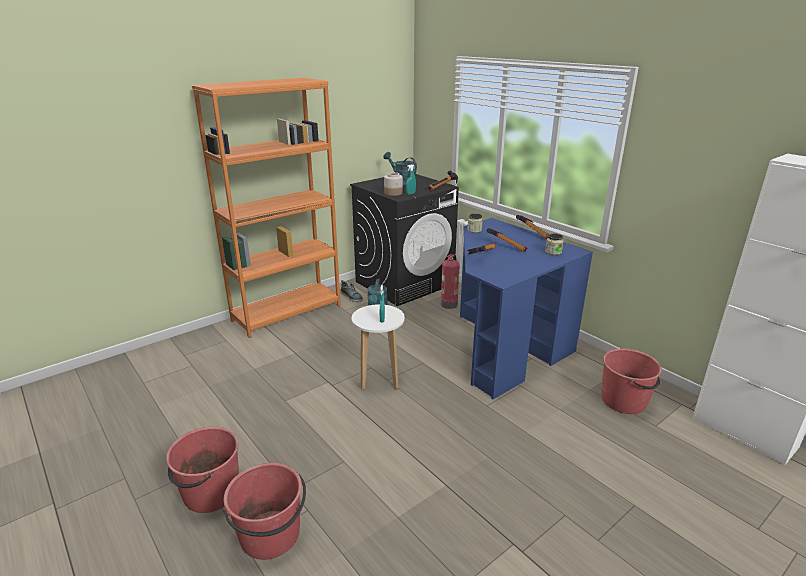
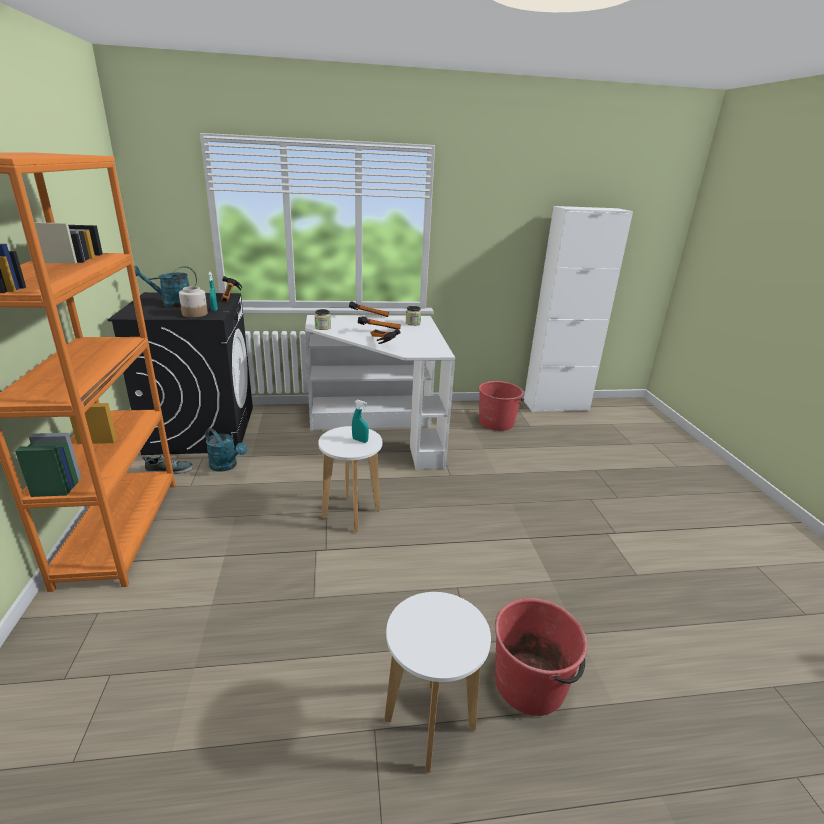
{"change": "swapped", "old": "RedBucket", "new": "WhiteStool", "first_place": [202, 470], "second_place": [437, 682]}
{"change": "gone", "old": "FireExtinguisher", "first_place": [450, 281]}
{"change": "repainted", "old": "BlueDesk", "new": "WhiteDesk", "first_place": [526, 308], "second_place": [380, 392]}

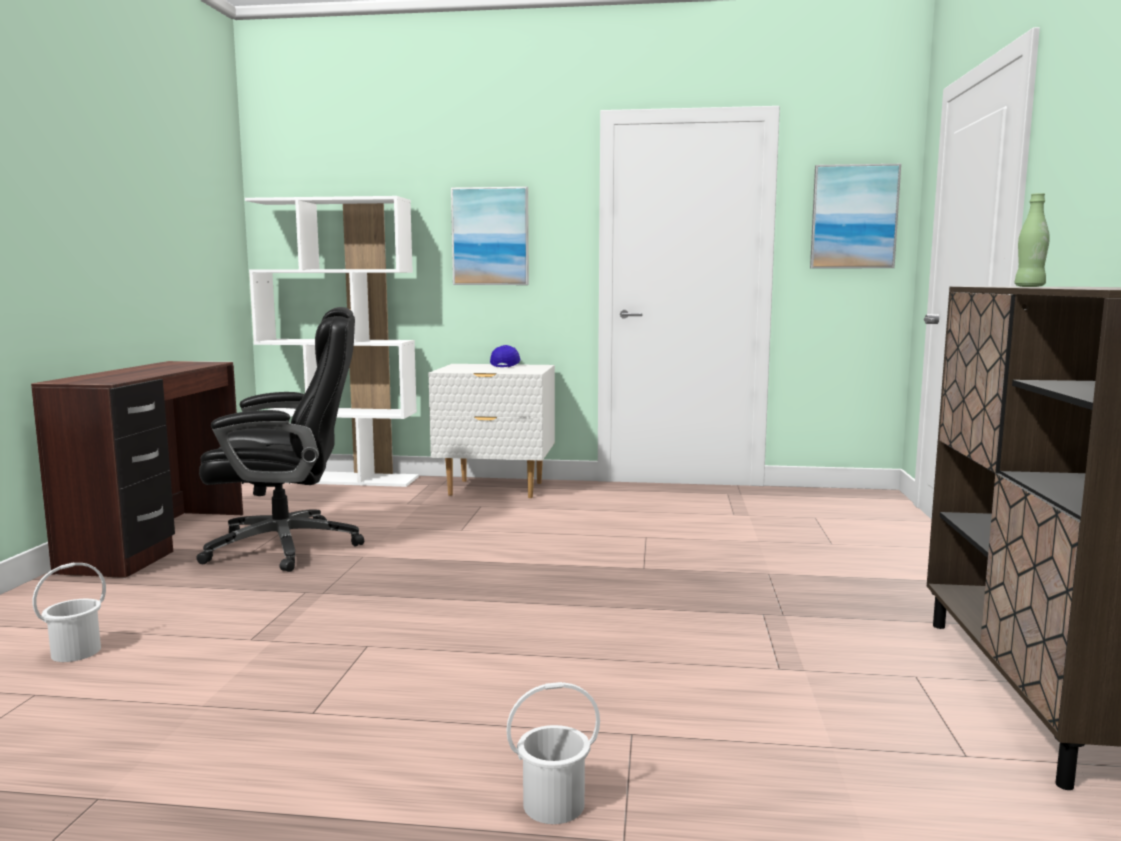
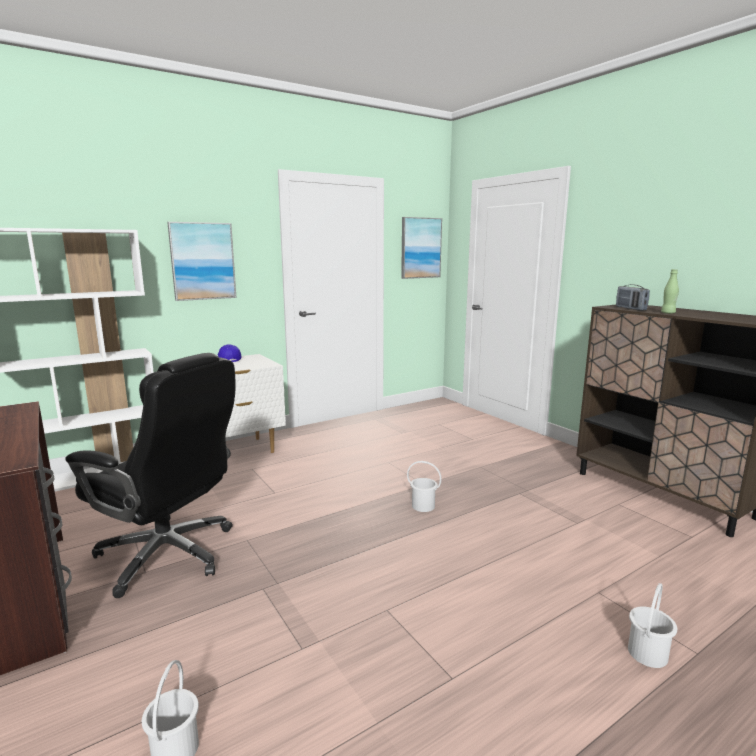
{"change": "rotated", "old": "BlackOfficeChair", "first_place": [280, 439], "second_place": [150, 475], "degrees": 75}
{"change": "new", "new": "WhiteBucket", "second_place": [424, 486]}
{"change": "new", "new": "Radio", "second_place": [633, 298]}

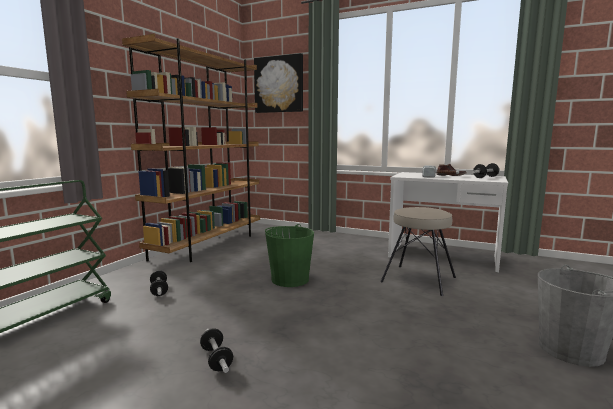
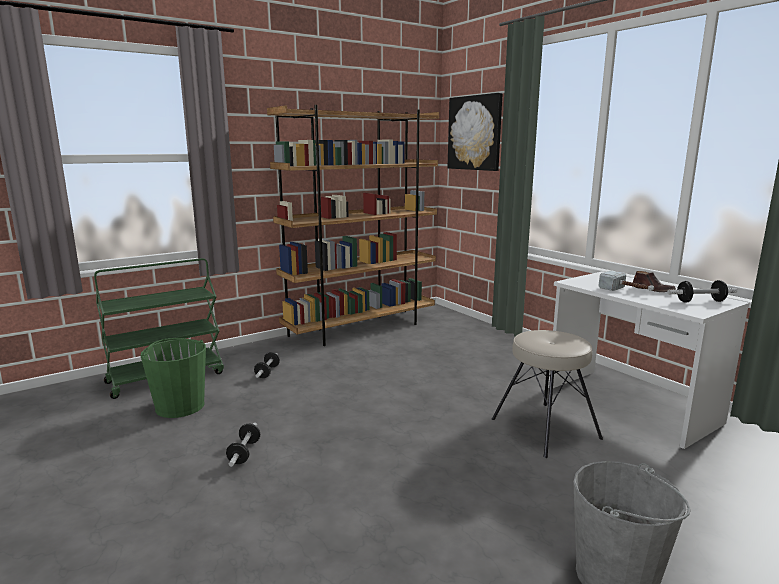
{"change": "shifted", "old": "GreenBucket", "first_place": [289, 255], "second_place": [173, 378]}

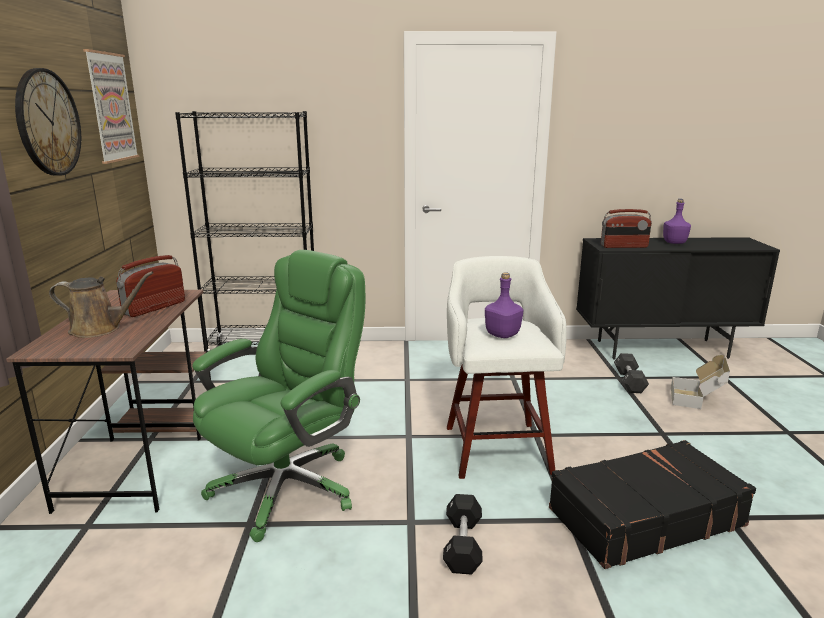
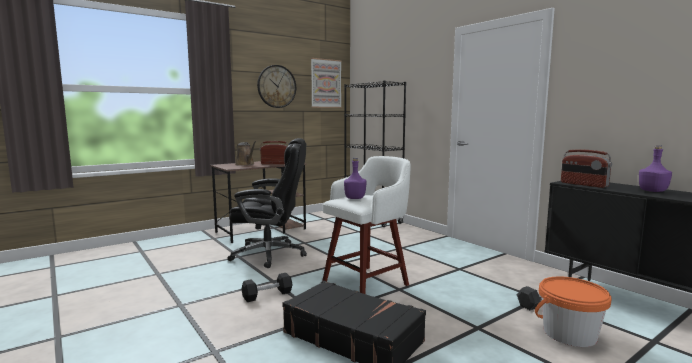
{"change": "repainted", "old": "GreenOfficeChair", "new": "BlackOfficeChair", "first_place": [278, 396], "second_place": [267, 203]}
{"change": "swapped", "old": "CardboardBox", "new": "OrangeBucket", "first_place": [700, 382], "second_place": [573, 312]}

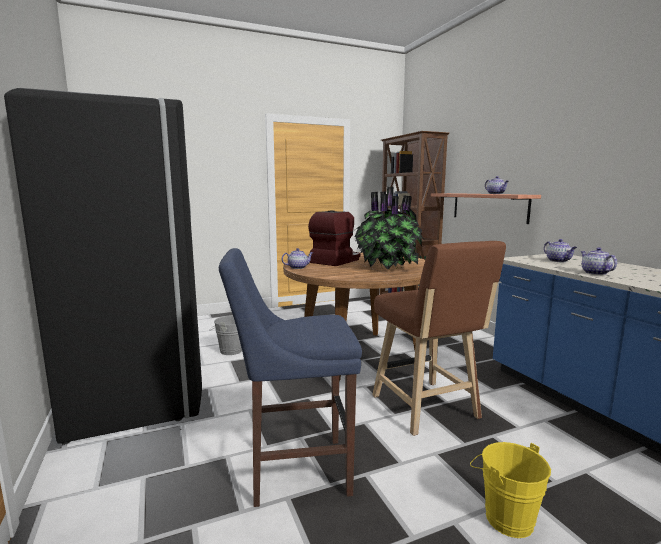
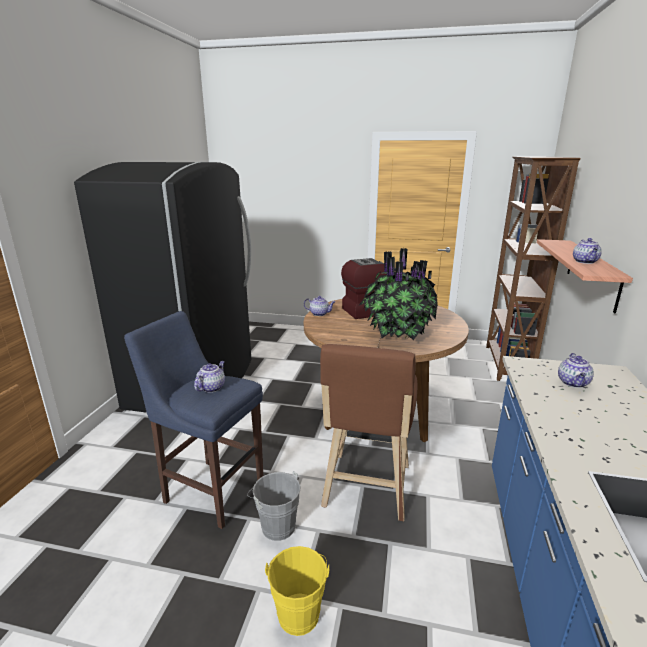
{"change": "shifted", "old": "GreyBucket", "first_place": [225, 335], "second_place": [274, 506]}
{"change": "shifted", "old": "Teapot", "first_place": [598, 261], "second_place": [209, 377]}

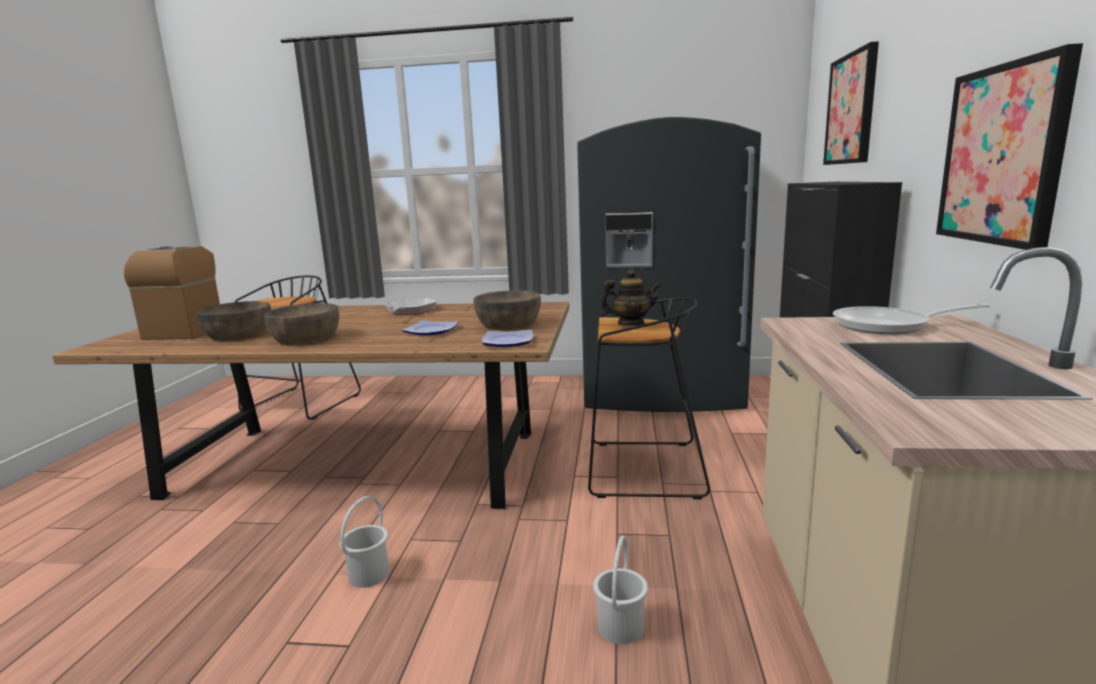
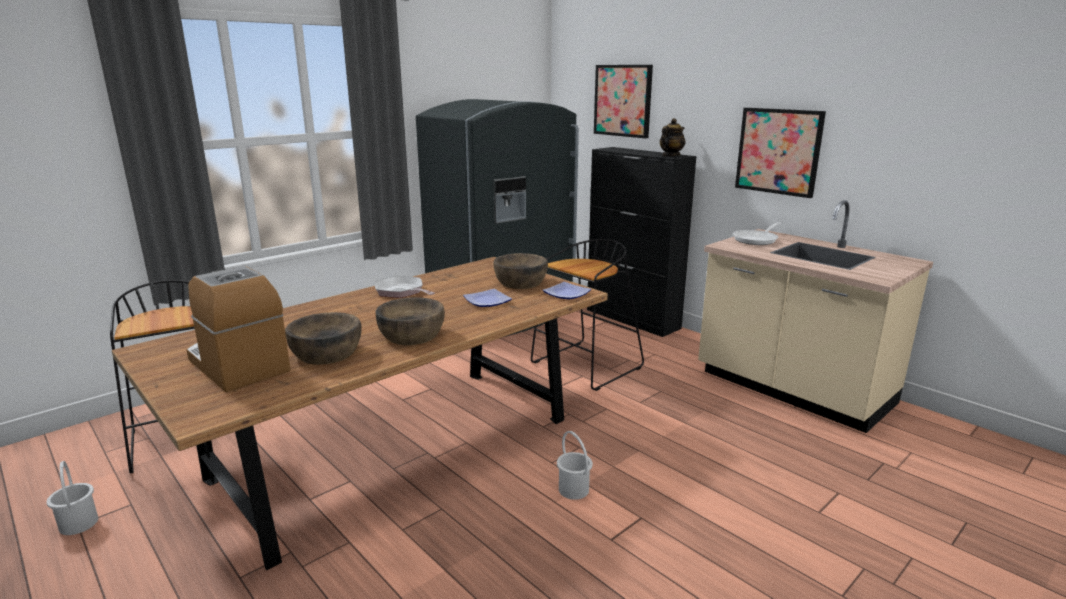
{"change": "shifted", "old": "WhiteBucket", "first_place": [620, 590], "second_place": [72, 498]}
{"change": "shifted", "old": "Teapot", "first_place": [630, 297], "second_place": [672, 137]}

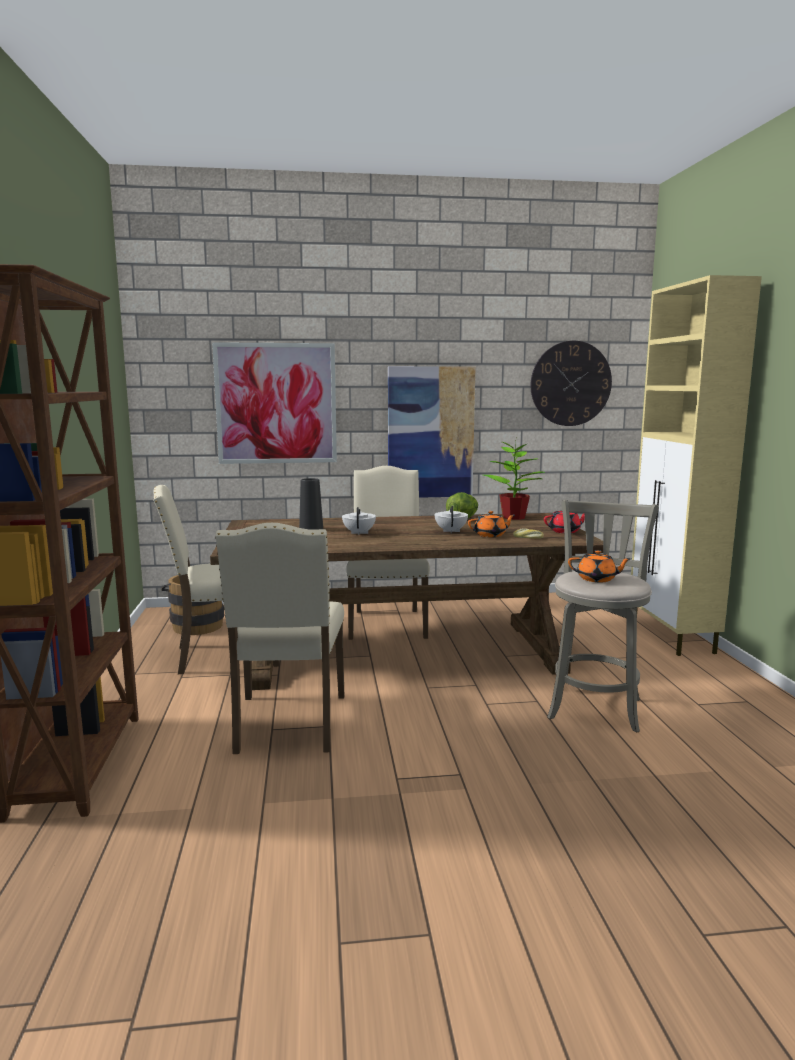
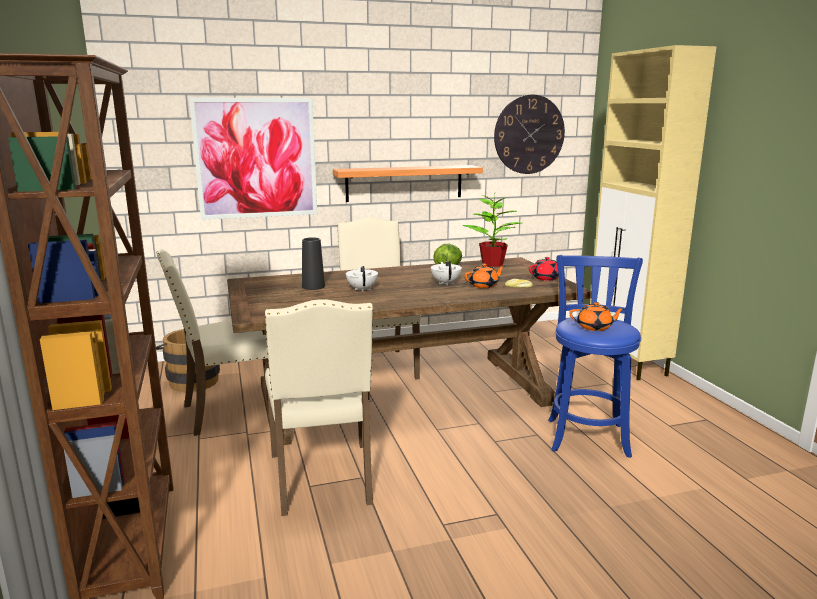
{"change": "swapped", "old": "Picture", "new": "Shelf", "first_place": [431, 432], "second_place": [408, 183]}
{"change": "repainted", "old": "GreyStool", "new": "BlueStool", "first_place": [603, 616], "second_place": [595, 356]}

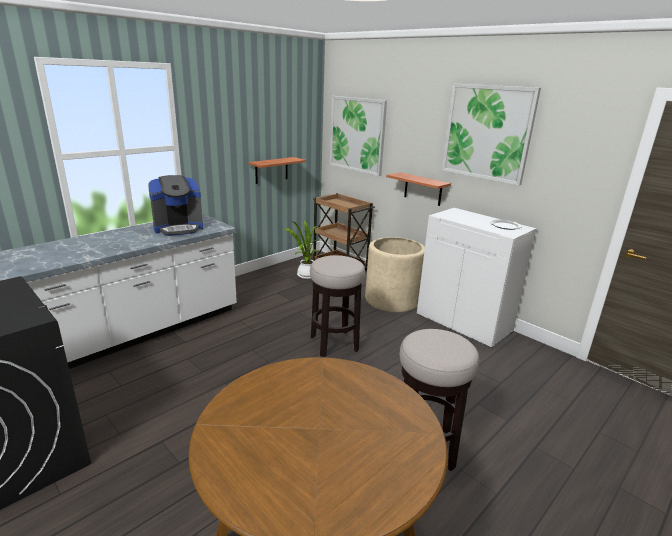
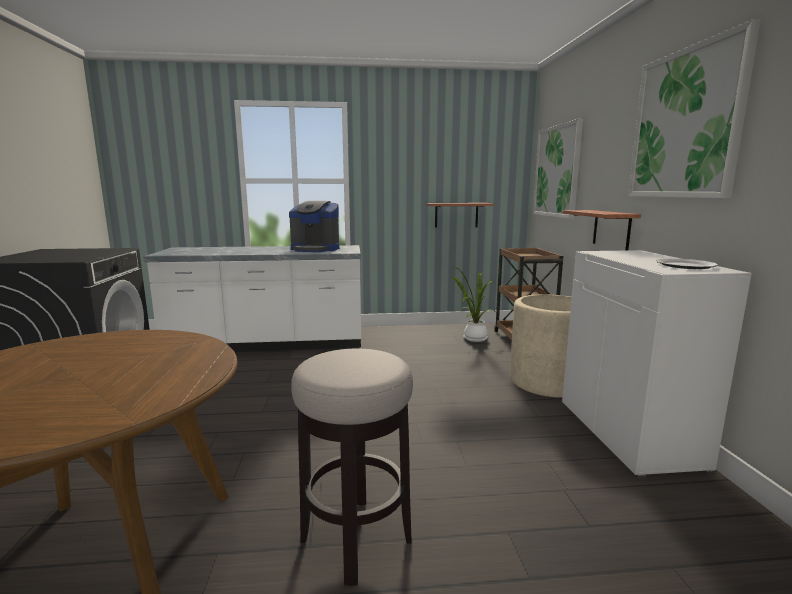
{"change": "gone", "old": "Stool", "first_place": [337, 306]}

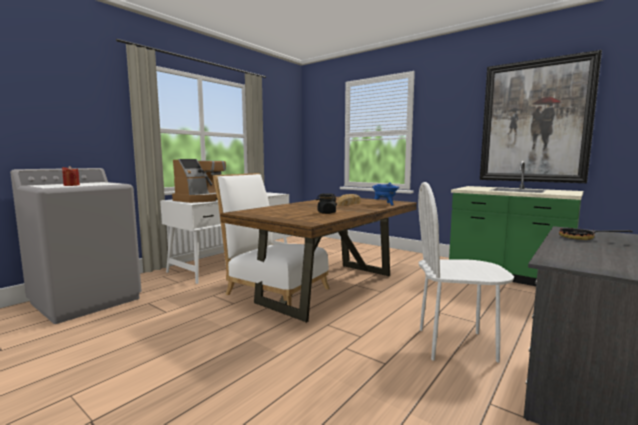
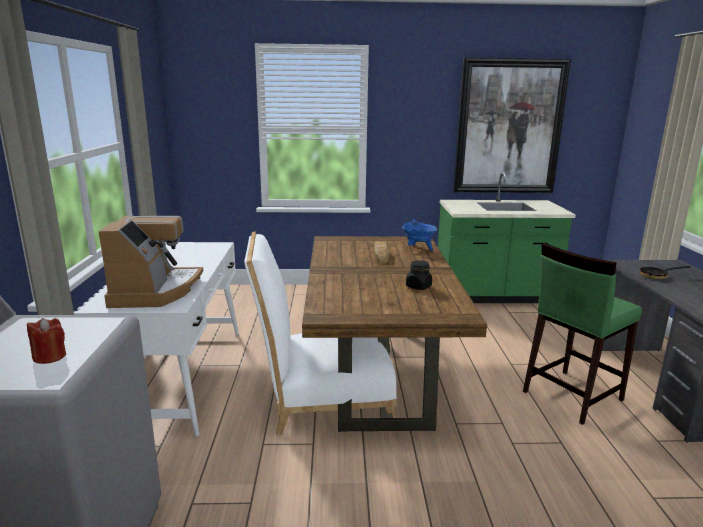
{"change": "swapped", "old": "WhiteChair", "new": "GreenStool", "first_place": [466, 272], "second_place": [582, 334]}

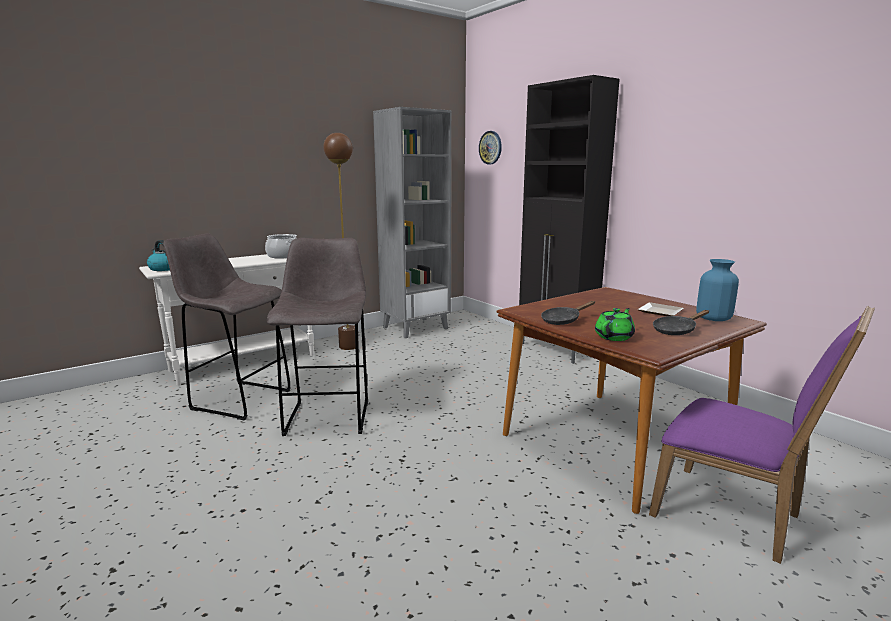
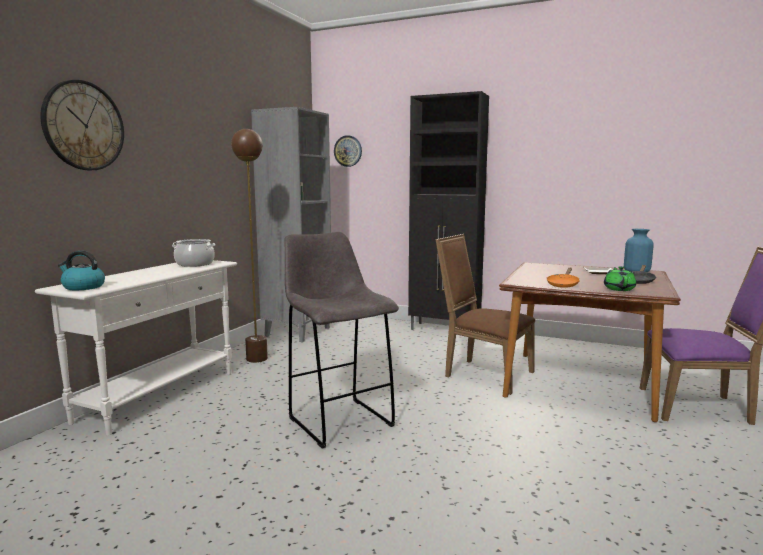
{"change": "gone", "old": "GreyStool", "first_place": [227, 326]}
{"change": "repainted", "old": "BlackFryingPan", "new": "OrangeFryingPan", "first_place": [568, 313], "second_place": [563, 278]}
{"change": "new", "new": "WallClock", "second_place": [82, 125]}
{"change": "new", "new": "BrownChair", "second_place": [485, 314]}

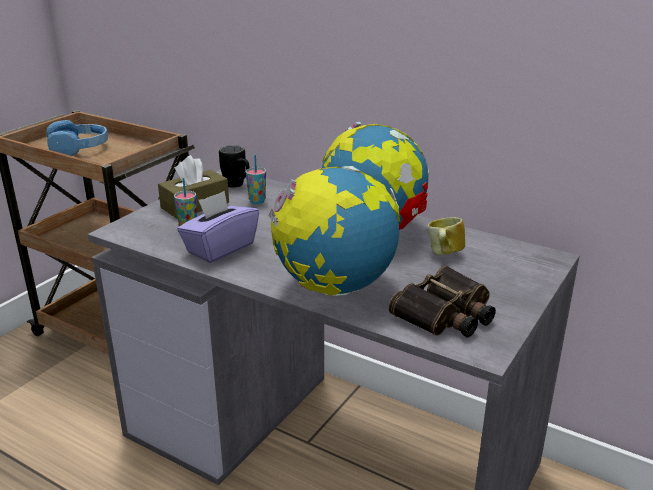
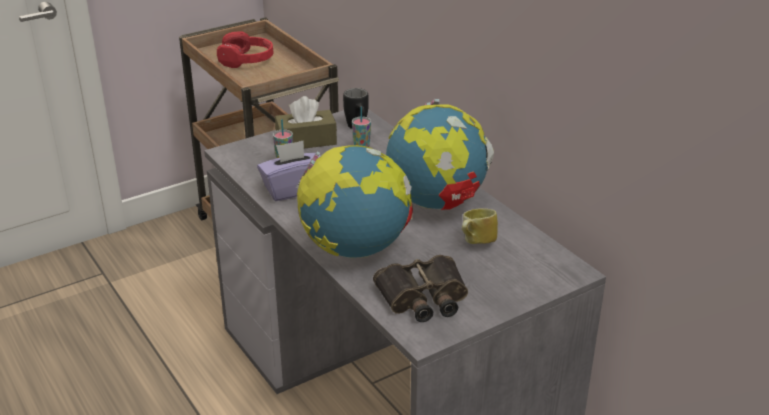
{"change": "repainted", "old": "BlueHeadphones", "new": "RedHeadphones", "first_place": [77, 138], "second_place": [245, 49]}

